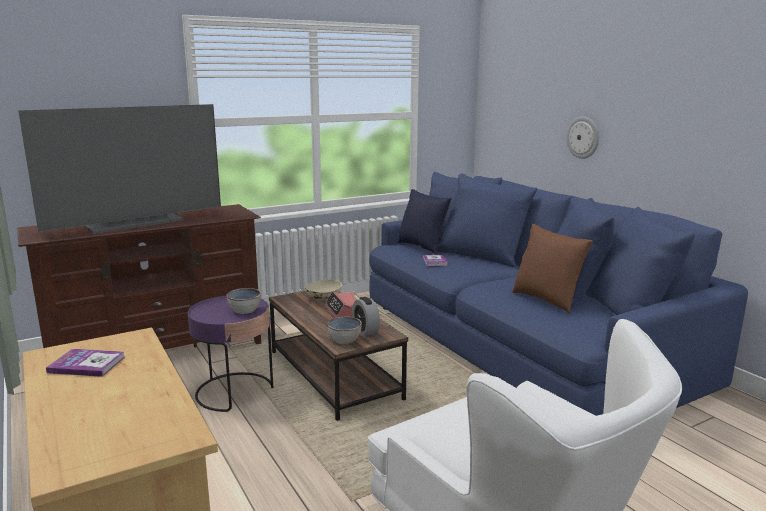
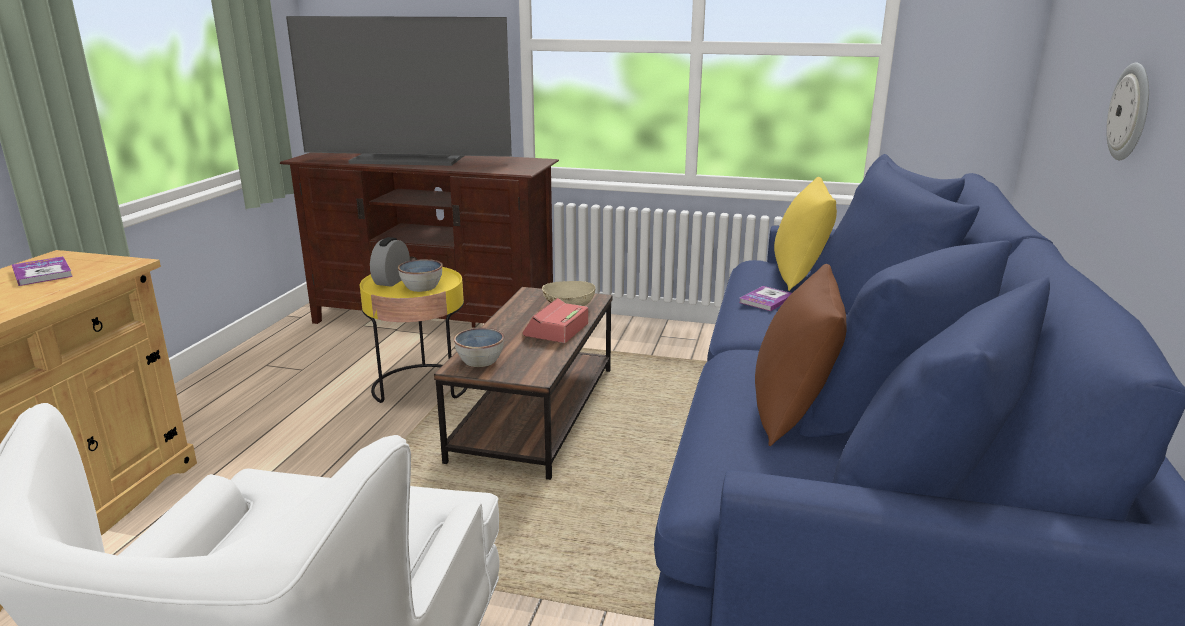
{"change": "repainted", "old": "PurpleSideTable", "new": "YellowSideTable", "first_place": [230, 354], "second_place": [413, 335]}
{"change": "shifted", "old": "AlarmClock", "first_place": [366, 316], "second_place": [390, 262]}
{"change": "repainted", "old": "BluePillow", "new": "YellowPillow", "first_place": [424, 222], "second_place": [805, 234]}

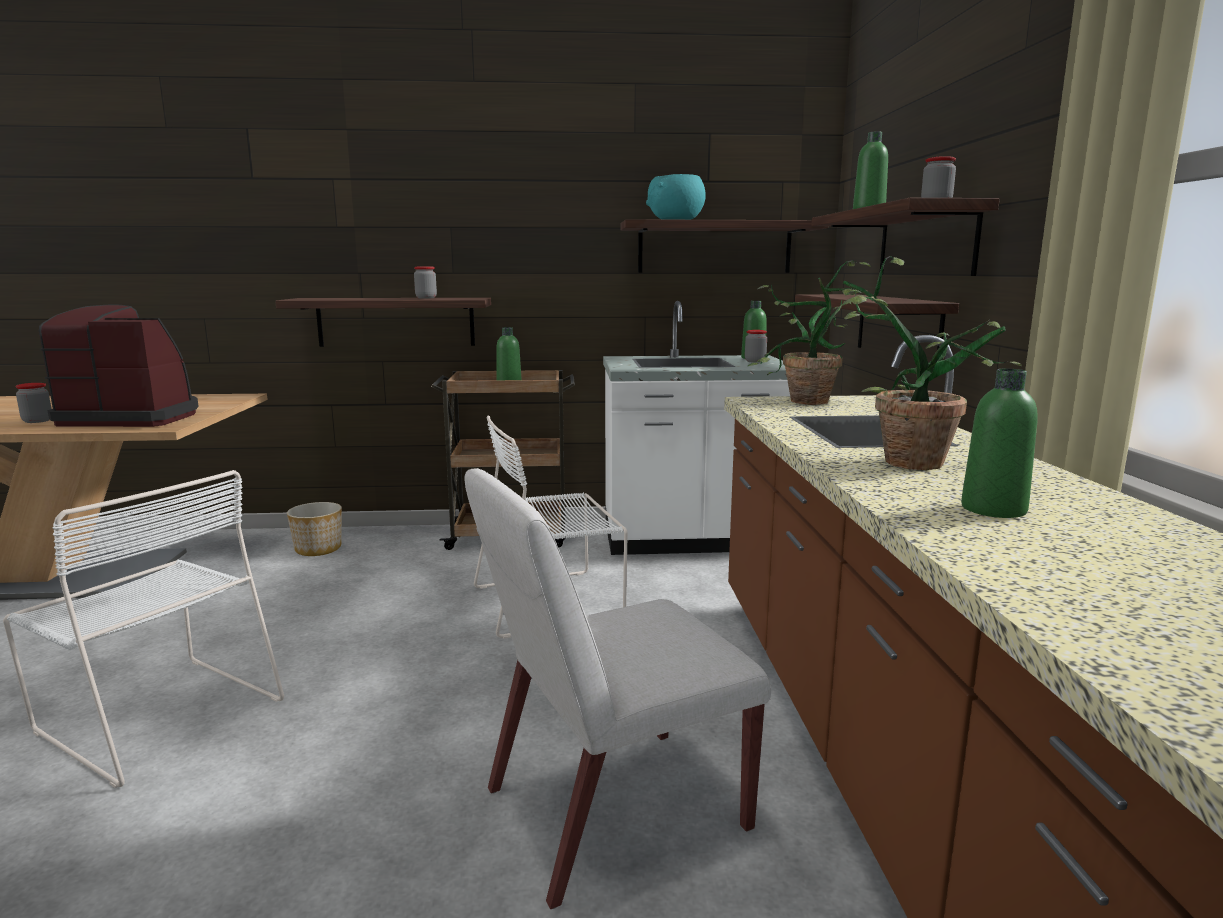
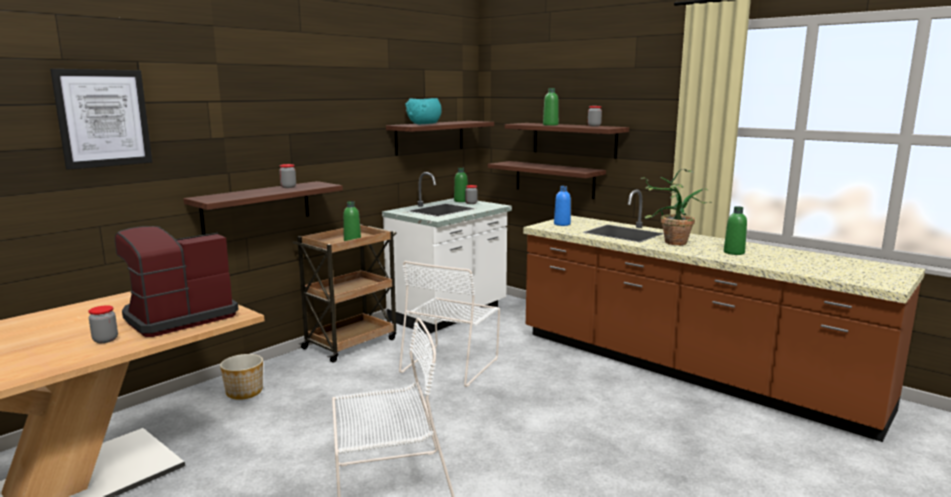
{"change": "gone", "old": "WhiteChair", "first_place": [617, 688]}
{"change": "swapped", "old": "PottedPlant", "new": "BlueBottle", "first_place": [809, 332], "second_place": [562, 206]}
{"change": "new", "new": "Picture", "second_place": [101, 119]}

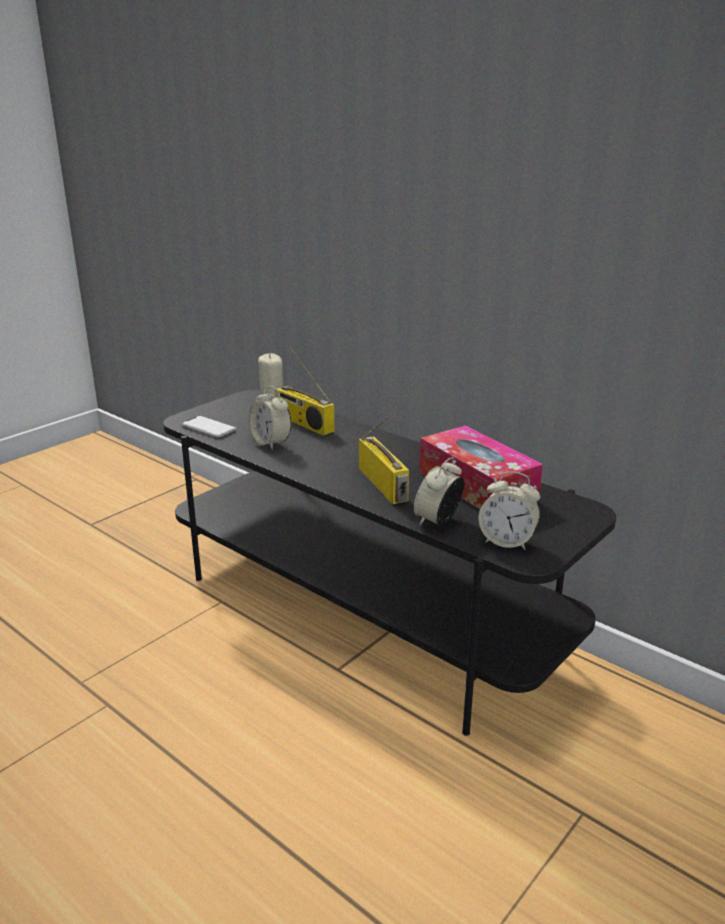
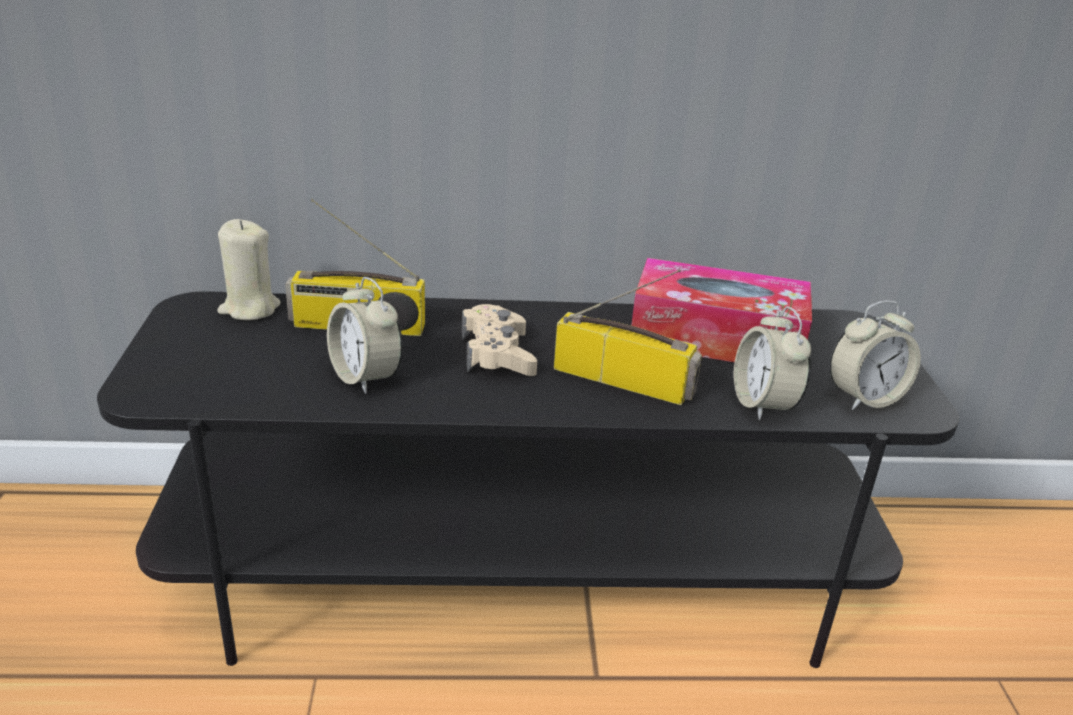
{"change": "gone", "old": "Phone", "first_place": [209, 426]}
{"change": "rotated", "old": "AlarmClock", "first_place": [269, 418], "second_place": [365, 335], "degrees": 45}
{"change": "new", "new": "BeigeGameController", "second_place": [499, 340]}

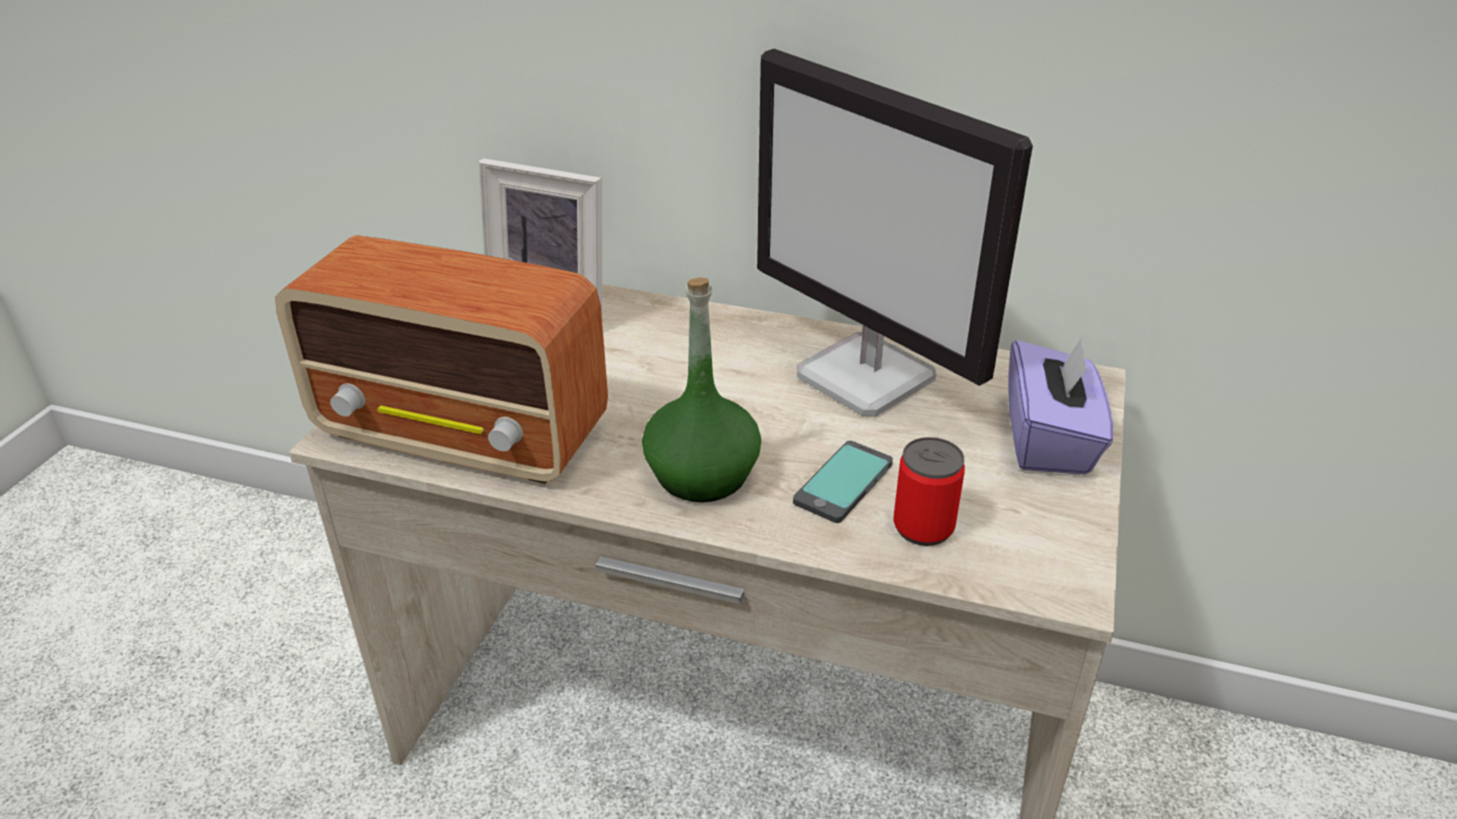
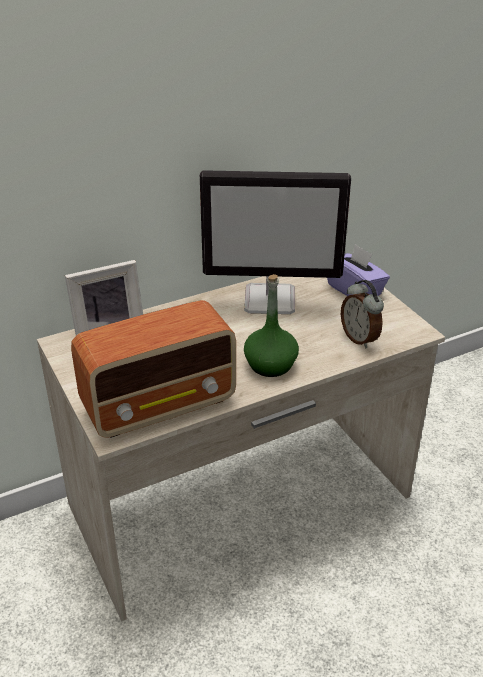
{"change": "gone", "old": "Phone", "first_place": [843, 482]}
{"change": "swapped", "old": "Can", "new": "AlarmClock", "first_place": [929, 491], "second_place": [362, 314]}

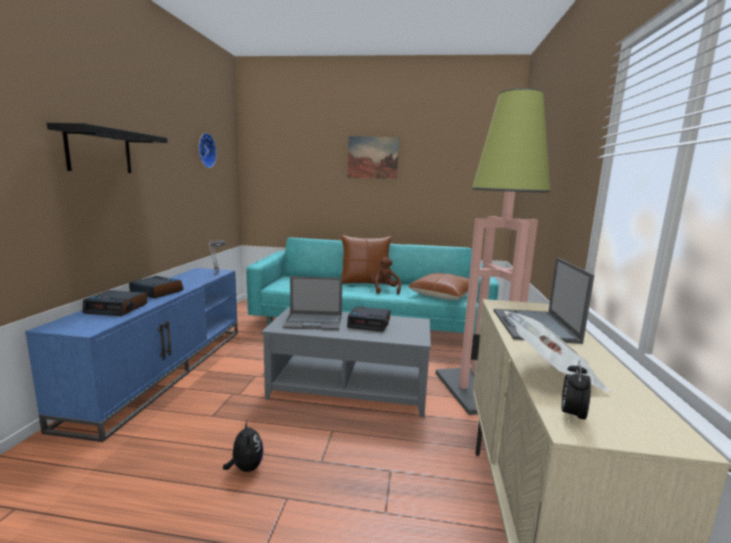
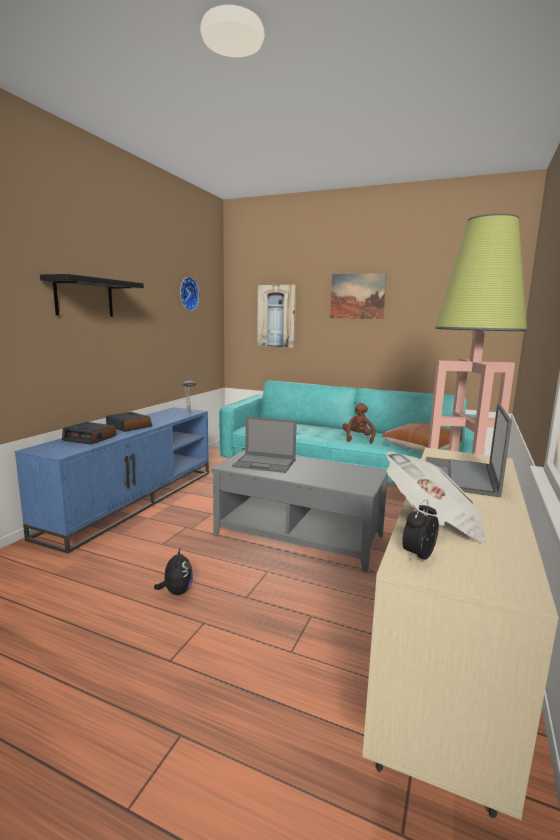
{"change": "gone", "old": "BrownPillow", "first_place": [366, 260]}
{"change": "gone", "old": "AlarmClock", "first_place": [368, 319]}
{"change": "new", "new": "Picture", "second_place": [277, 316]}

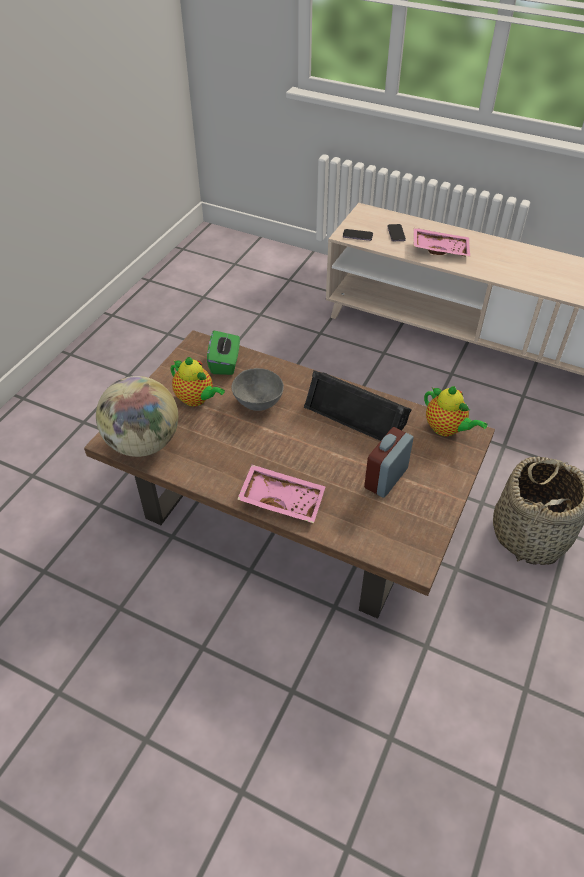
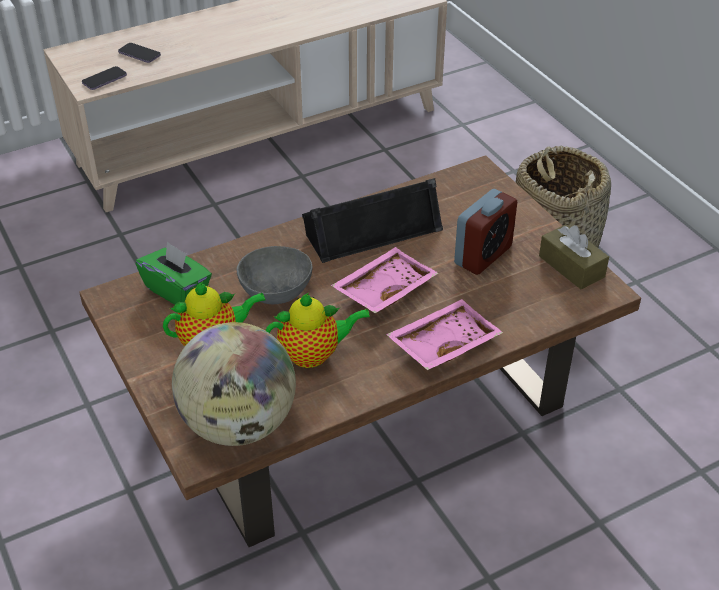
{"change": "rotated", "old": "AlarmClock", "first_place": [389, 462], "second_place": [485, 232], "degrees": -120}
{"change": "shifted", "old": "PinkTray", "first_place": [442, 242], "second_place": [385, 280]}
{"change": "shifted", "old": "Teapot", "first_place": [455, 411], "second_place": [317, 330]}
{"change": "new", "new": "BrownTissueBox", "second_place": [574, 257]}

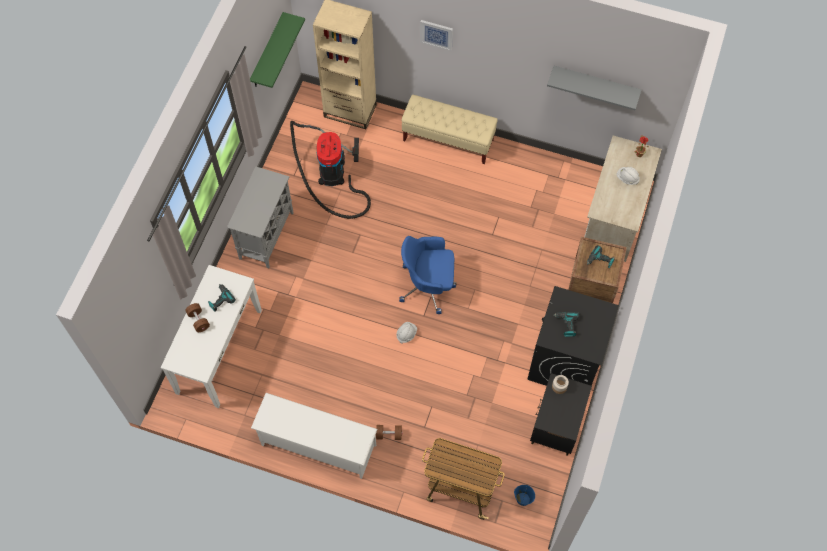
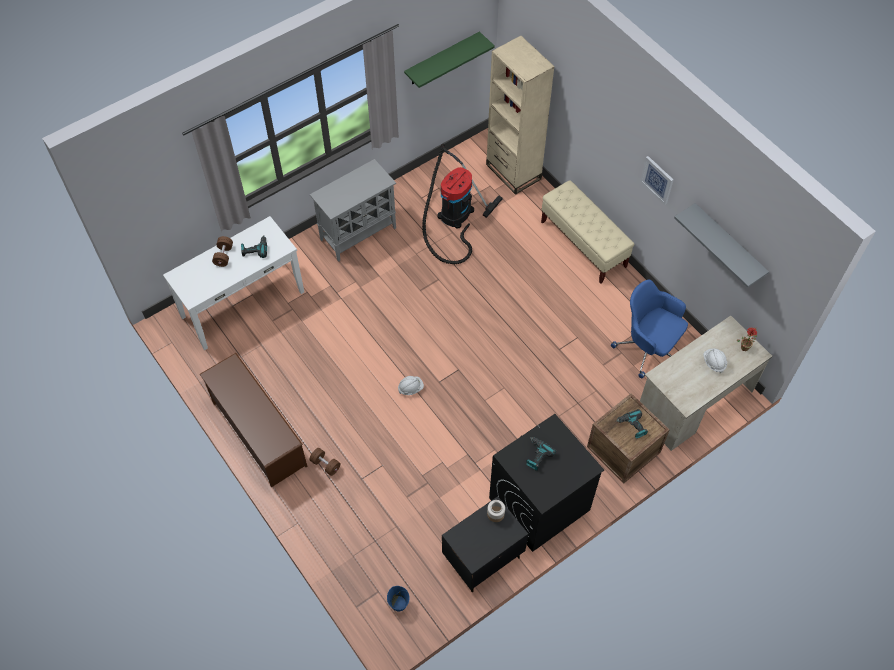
{"change": "repainted", "old": "WhiteShoeRack", "new": "BrownShoeRack", "first_place": [314, 436], "second_place": [254, 420]}
{"change": "shifted", "old": "BlueOfficeChair", "first_place": [428, 275], "second_place": [649, 329]}
{"change": "shifted", "old": "Picture", "first_place": [436, 35], "second_place": [657, 180]}
{"change": "gone", "old": "Cart", "first_place": [463, 479]}

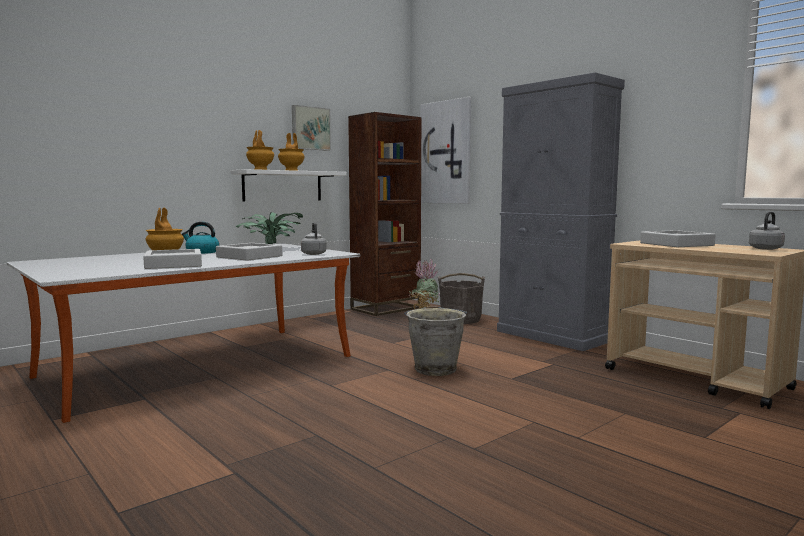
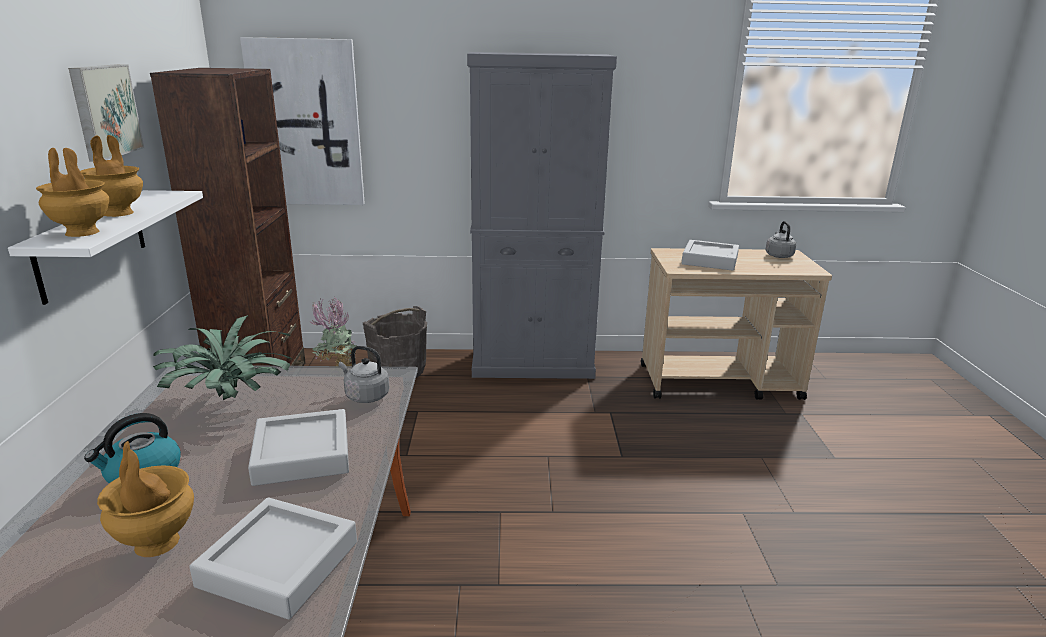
{"change": "gone", "old": "GreyBucket", "first_place": [435, 341]}

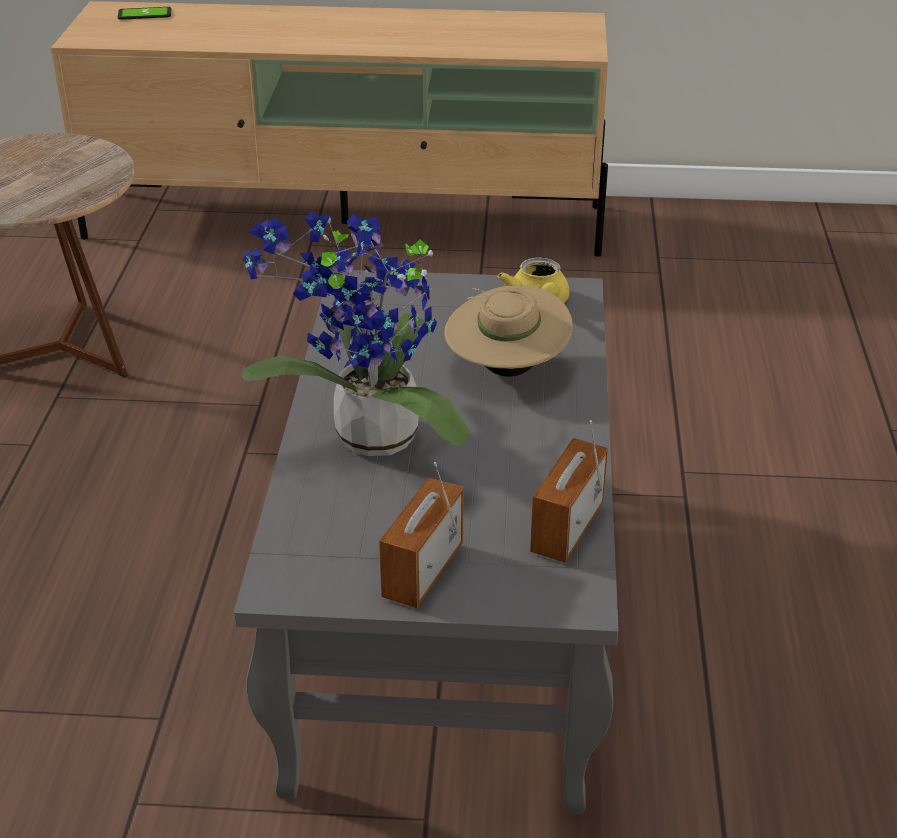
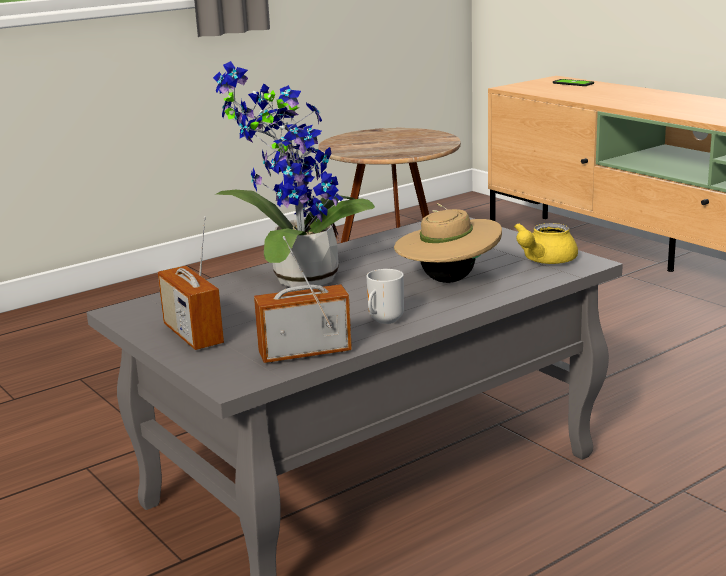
{"change": "rotated", "old": "Radio", "first_place": [421, 535], "second_place": [191, 283], "degrees": -105}
{"change": "new", "new": "Mug", "second_place": [385, 296]}

